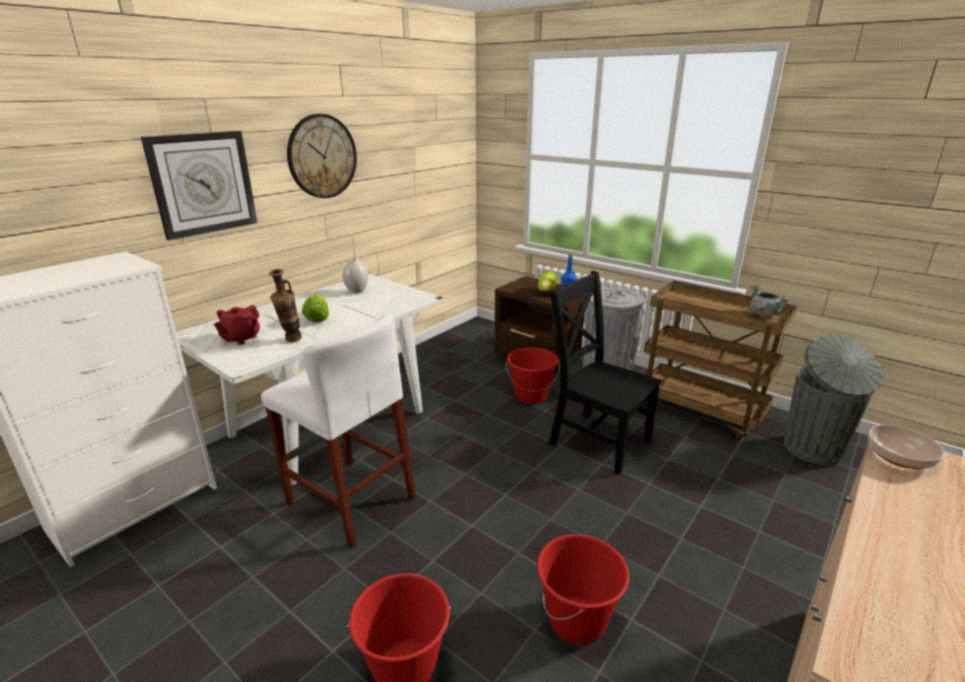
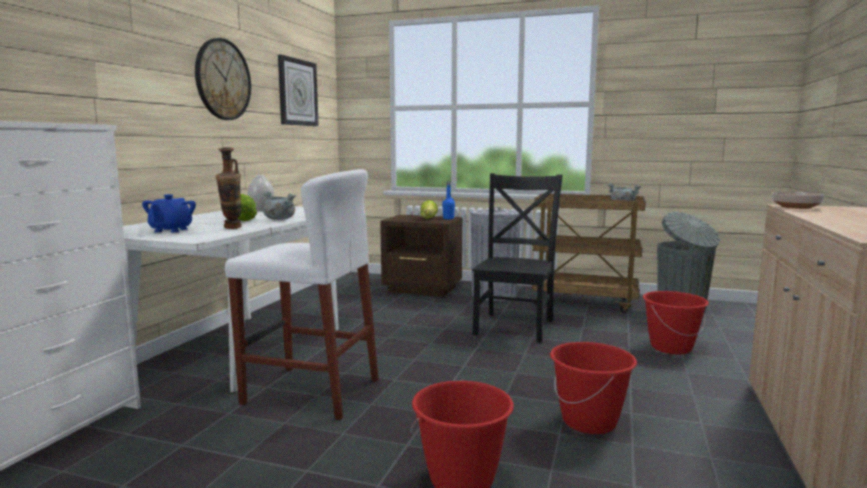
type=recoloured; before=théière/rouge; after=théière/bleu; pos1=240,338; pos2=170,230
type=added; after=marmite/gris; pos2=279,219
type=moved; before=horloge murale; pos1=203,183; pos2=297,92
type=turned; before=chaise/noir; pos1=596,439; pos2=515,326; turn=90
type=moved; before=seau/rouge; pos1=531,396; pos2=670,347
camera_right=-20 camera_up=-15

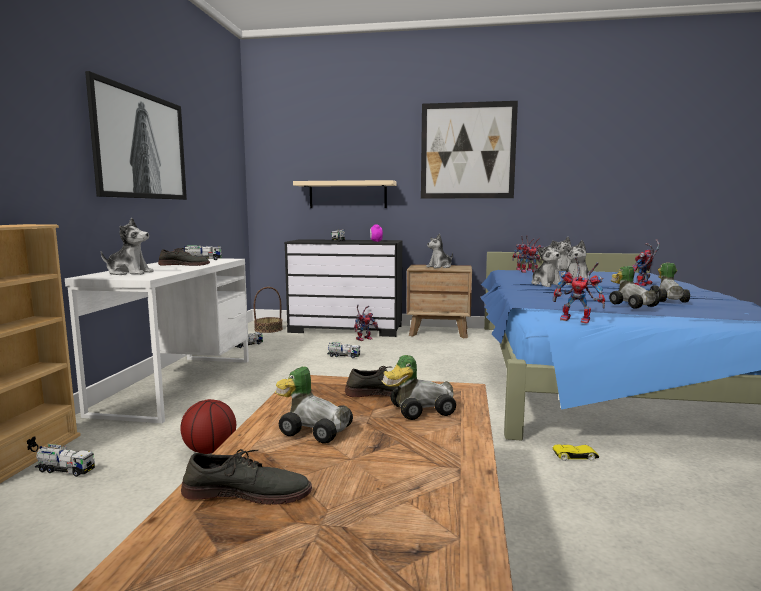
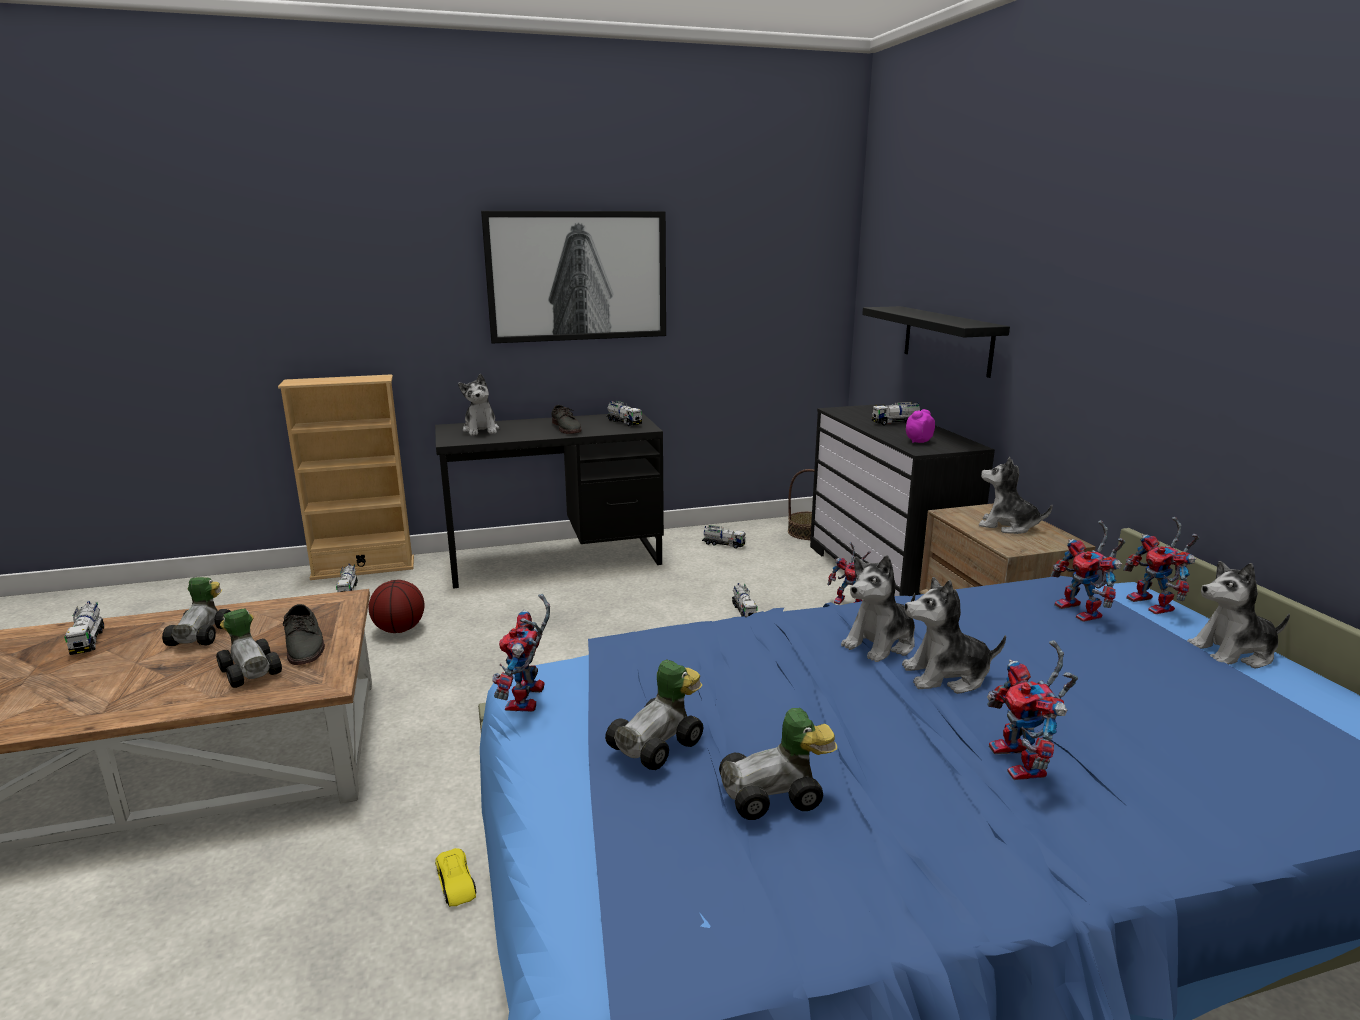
type=replaced; before=chaussure/gris; after=camion jouet; pos1=247,492; pos2=88,640
type=recoloured; before=bureau/blanc; after=bureau/noir; pos1=178,385; pos2=555,559
type=recoloured; before=étagère/beige; after=étagère/noir; pos1=348,195; pos2=947,340
type=turned; before=robot jouet; pos1=643,284; pos2=1024,765; turn=-120
type=removed; before=tableau; pos1=467,151
camera_right=65 camera_up=10

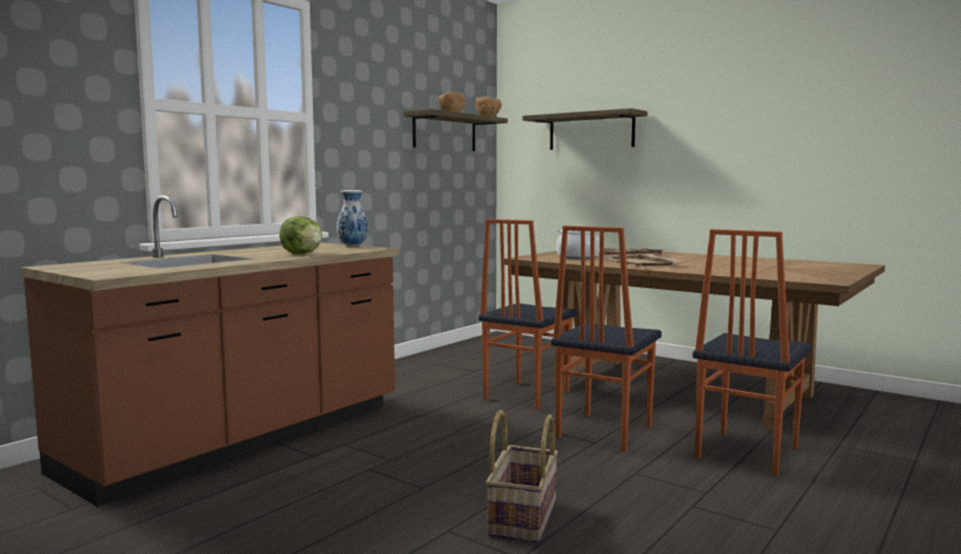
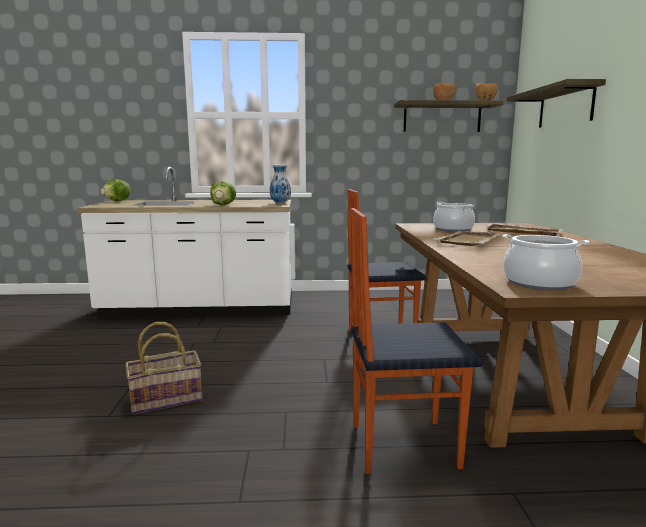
type=recoloured; before=comptoir de cuisine/marron; after=comptoir de cuisine/blanc; pos1=241,438; pos2=200,308
type=added; after=laitue; pos2=117,201
type=added; after=marmite; pos2=539,283
type=removed; before=chaise; pos1=602,432
camera_right=50 camera_up=5

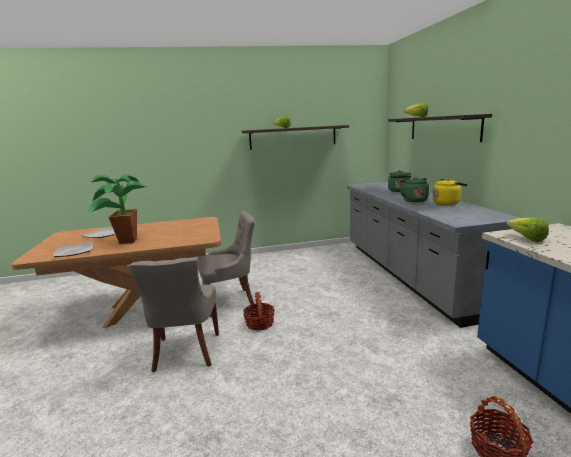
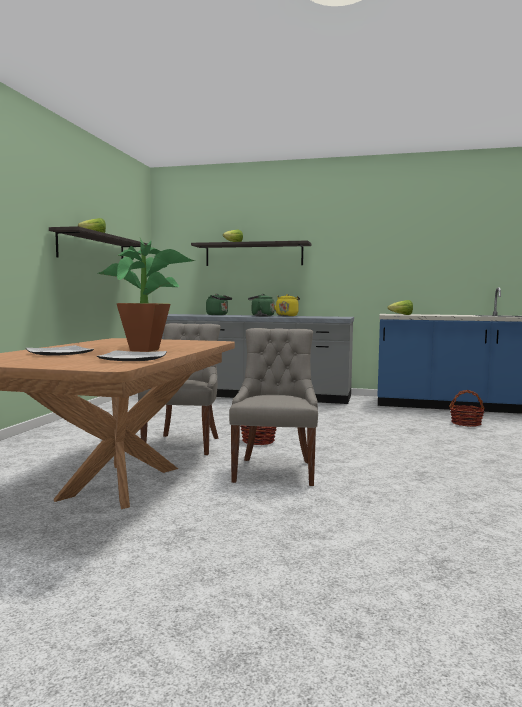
type=turned; before=chaise/gris; pos1=185,353; pos2=275,471; turn=-105
camera_right=-65 camera_up=-10

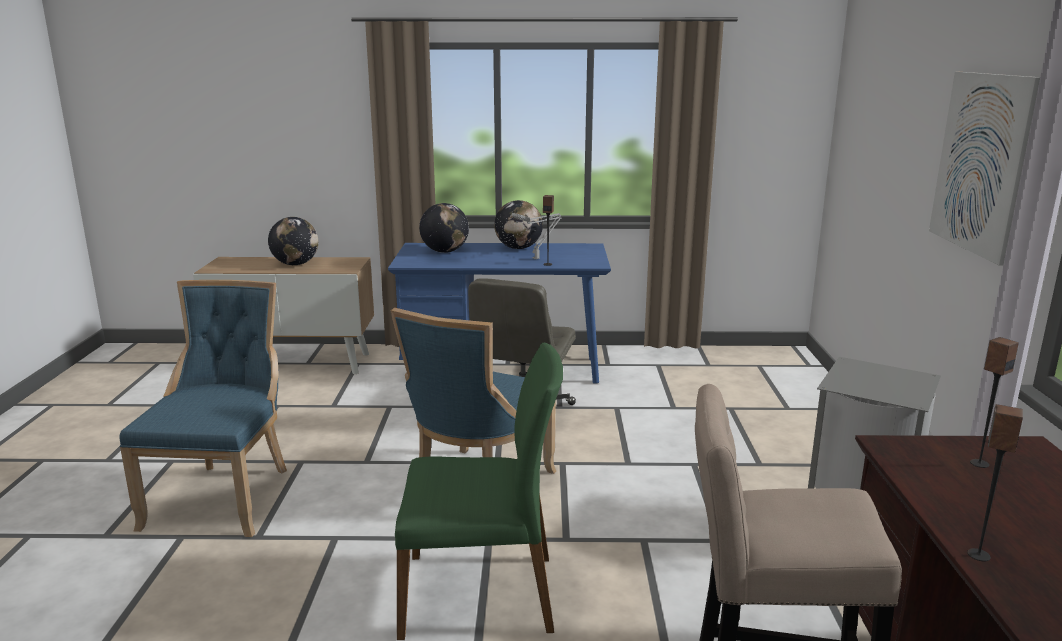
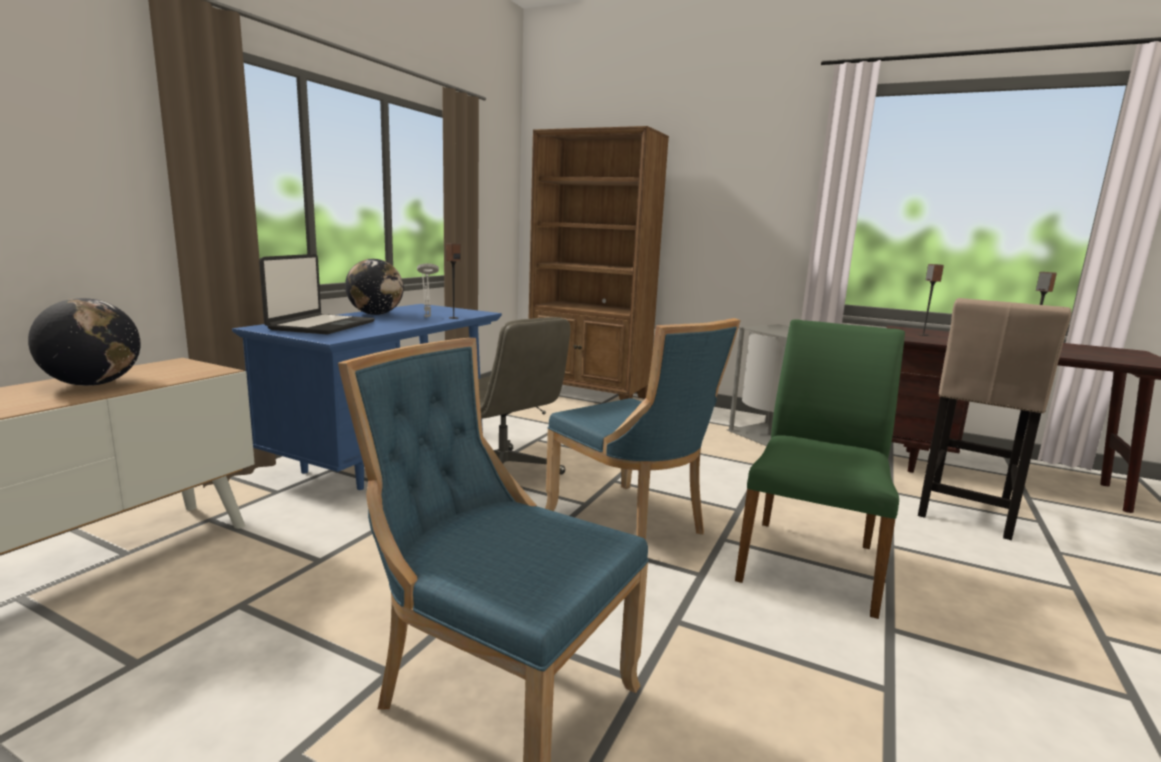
type=replaced; before=globe; after=ordinateur portable; pos1=445,251; pos2=321,326
type=added; after=bibliothèque/marron; pos2=588,395
type=removed; before=tableau; pos1=980,163
camera_right=-65 camera_up=-5

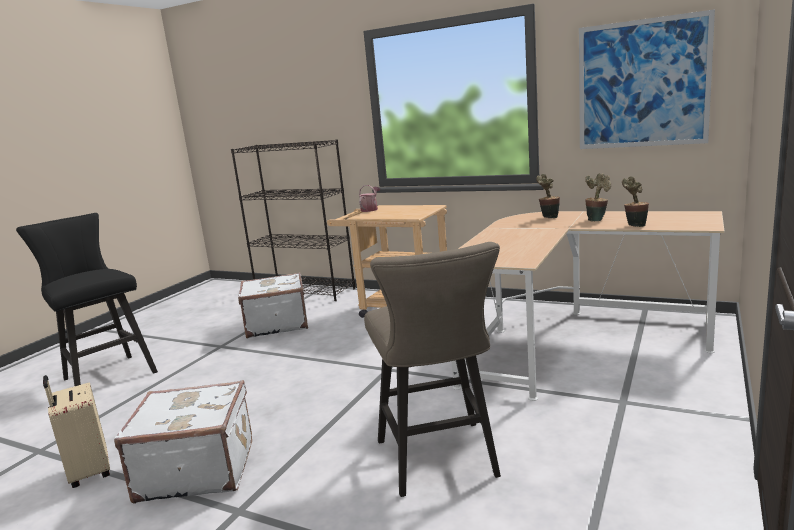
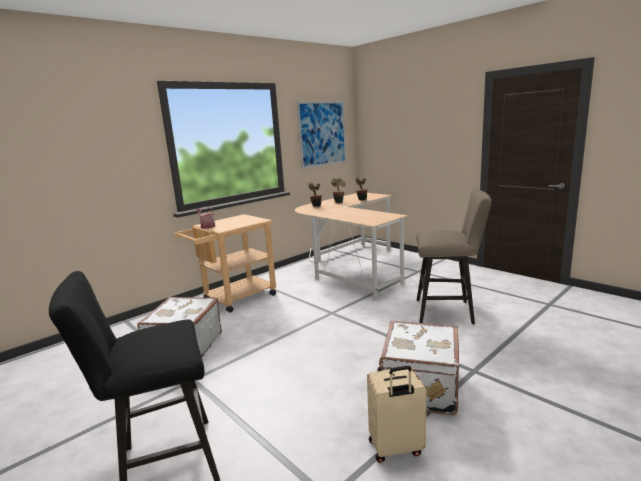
type=removed; before=bibliothèque/noir; pos1=305,291
camera_right=-70 camera_up=0

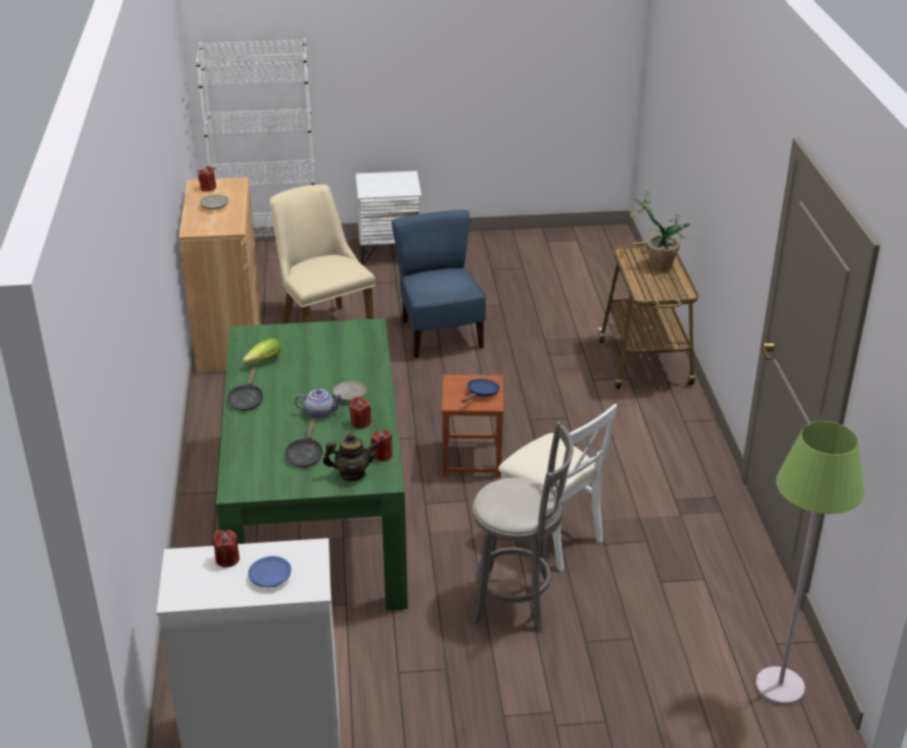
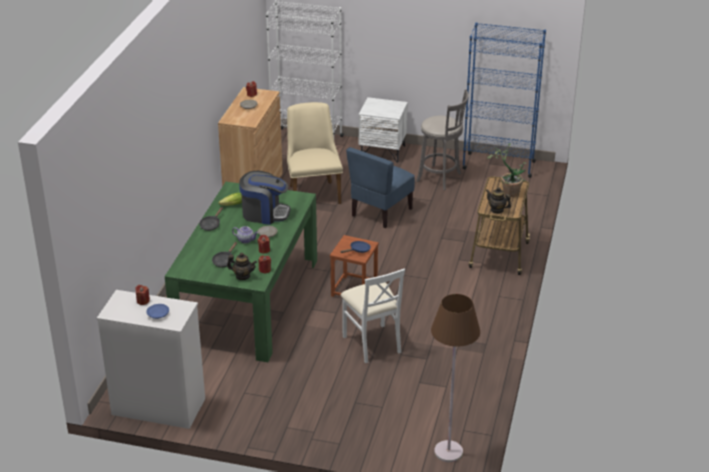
type=added; after=machine à café; pos2=264,213
type=turned; before=chaise/bleu; pos1=440,335; pos2=381,212; turn=-150
type=moved; before=tabouret/gris; pos1=518,601; pos2=441,178
type=recoloured; before=lampadaire/vert; after=lampadaire/marron; pos1=780,687; pos2=448,452
type=added; after=bibliothèque/bleu; pos2=498,165
type=added; after=théière; pos2=497,210
camera_right=20 camera_up=0

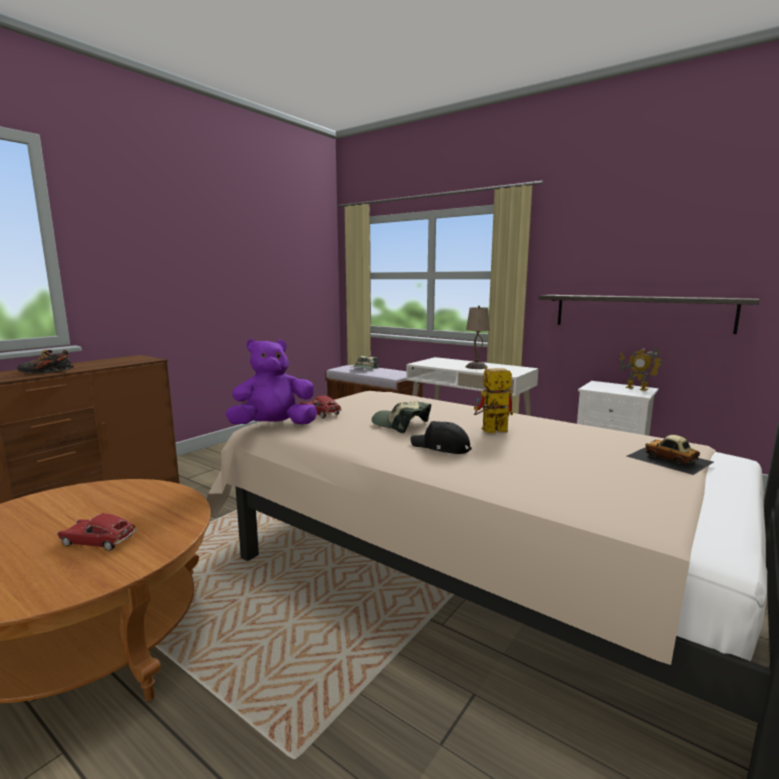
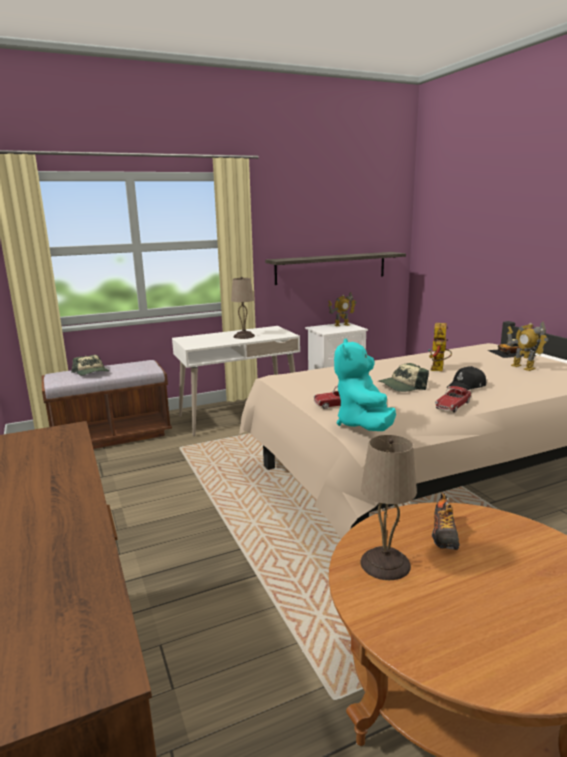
type=recoloured; before=peluche/violet; after=peluche/turquoise; pos1=274,426; pos2=364,425
type=added; after=lampe de table/beige; pos2=386,563
type=moved; before=chaussure; pos1=46,372; pos2=444,535
type=moved; before=petite voiture; pos1=98,541; pos2=452,405
type=added; after=robot jouet; pos2=523,367
camera_right=-60 camera_up=5

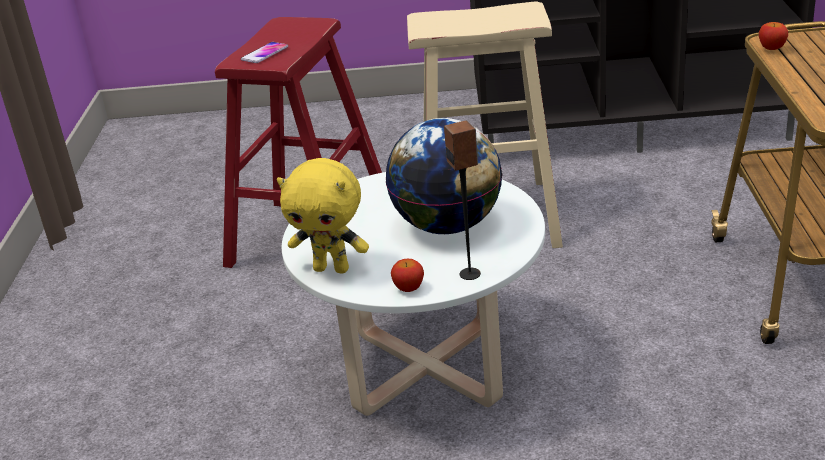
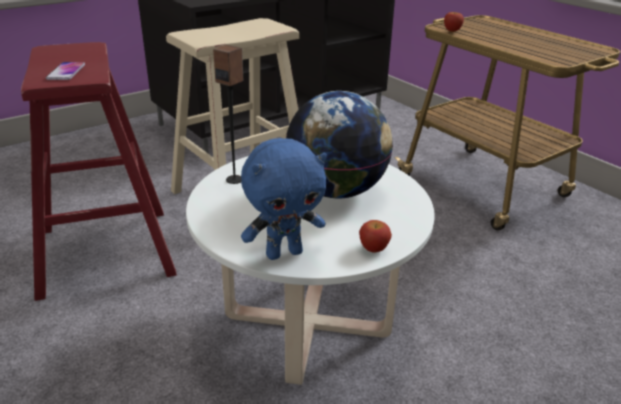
type=moved; before=enceinte; pos1=470,274; pos2=235,179
type=recoloured; before=peluche/jaune; after=peluche/bleu; pos1=332,268; pos2=284,252
camera_right=-40 camera_up=0

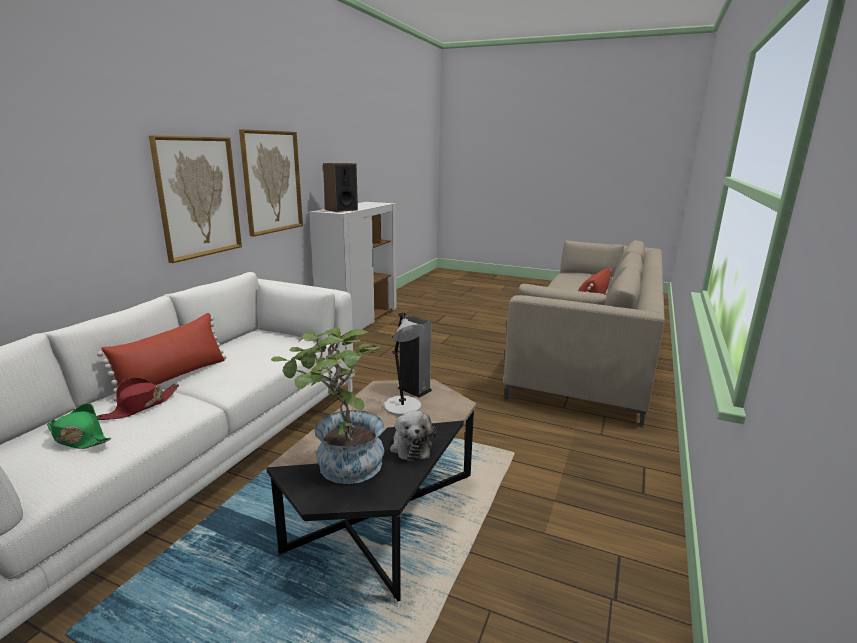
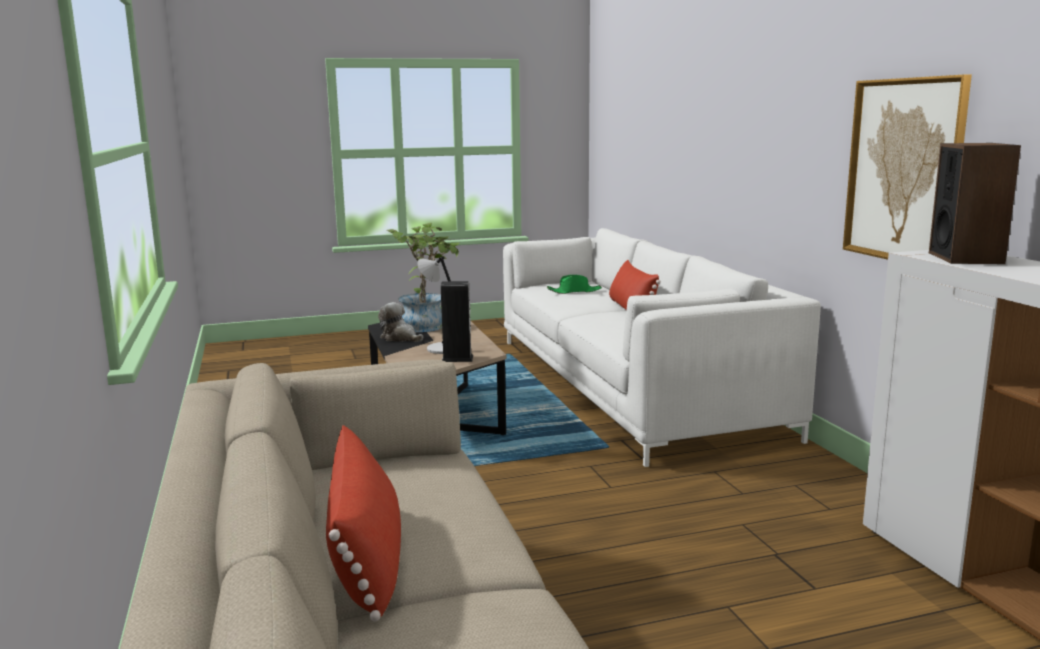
type=removed; before=chapeau/rouge; pos1=140,406
type=removed; before=tableau; pos1=198,197
camera_right=140 camera_up=-5

